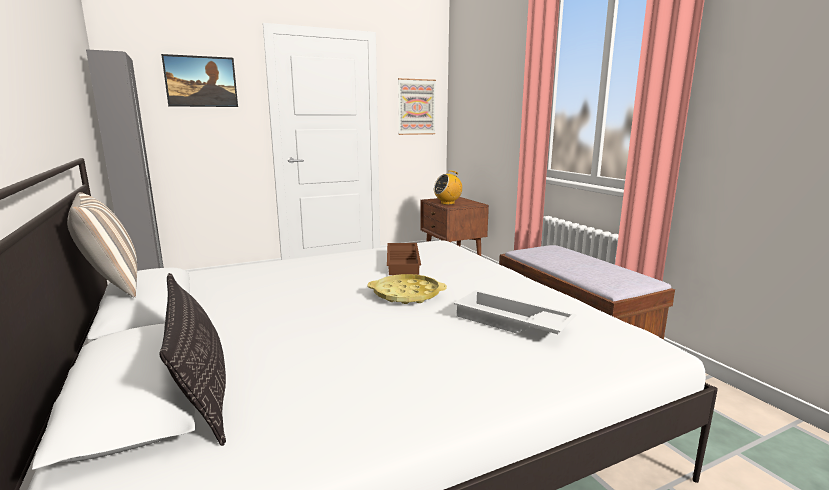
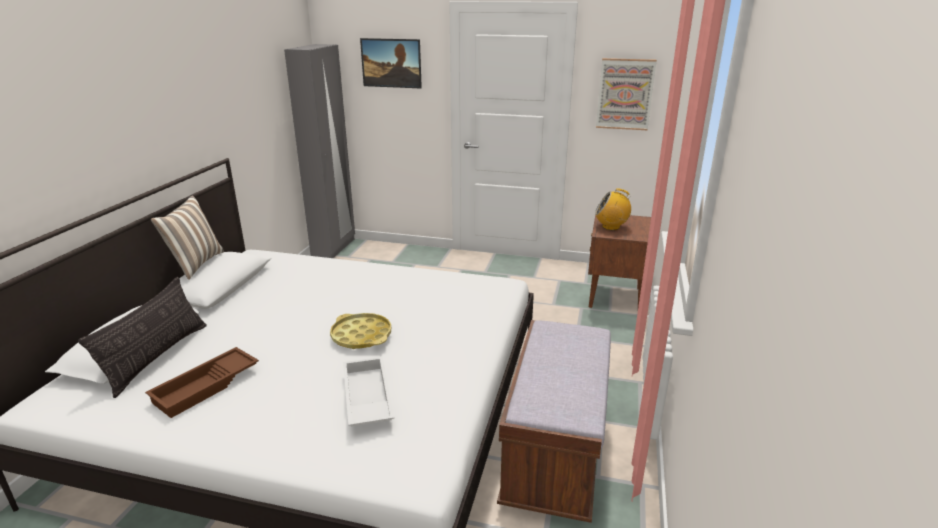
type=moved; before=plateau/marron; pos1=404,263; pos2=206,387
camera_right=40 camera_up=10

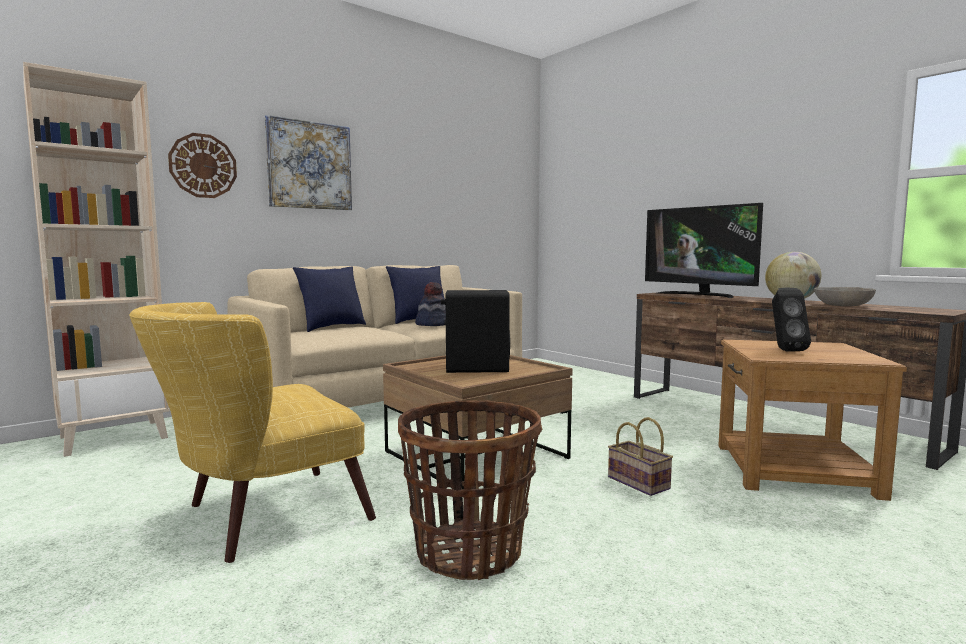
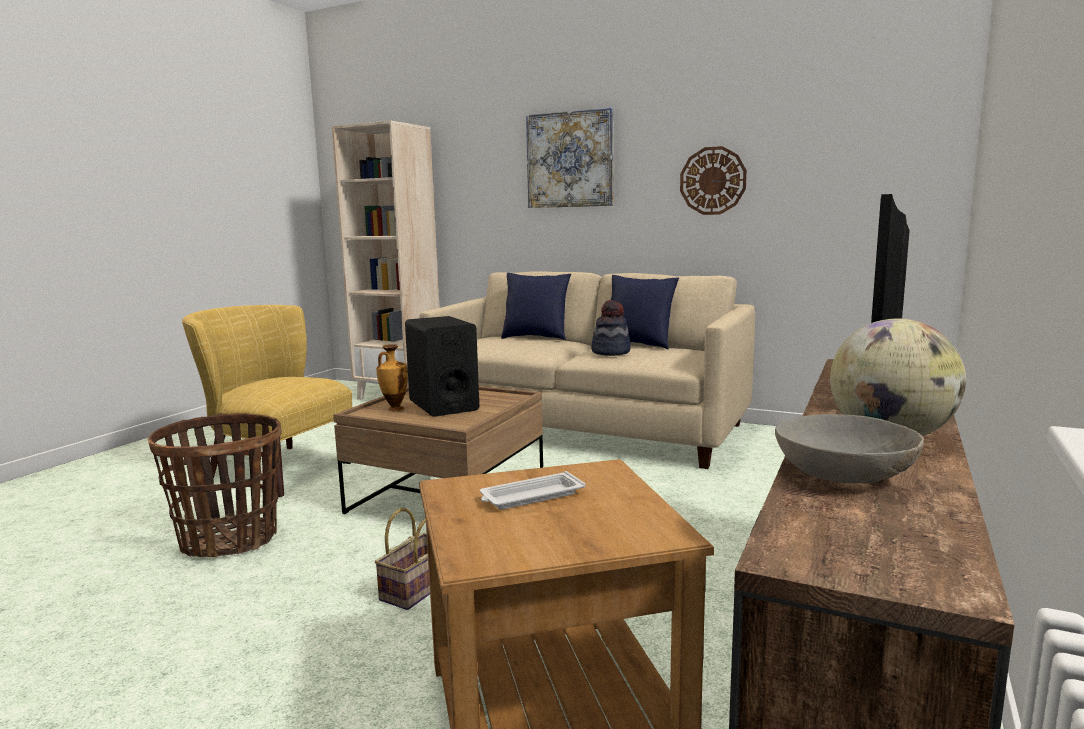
type=added; after=vase; pos2=394,409
type=replaced; before=enceinte/noir; after=plateau/blanc; pos1=785,350; pos2=530,497
type=moved; before=horloge murale; pos1=203,166; pos2=712,181
camera_right=65 camera_up=5

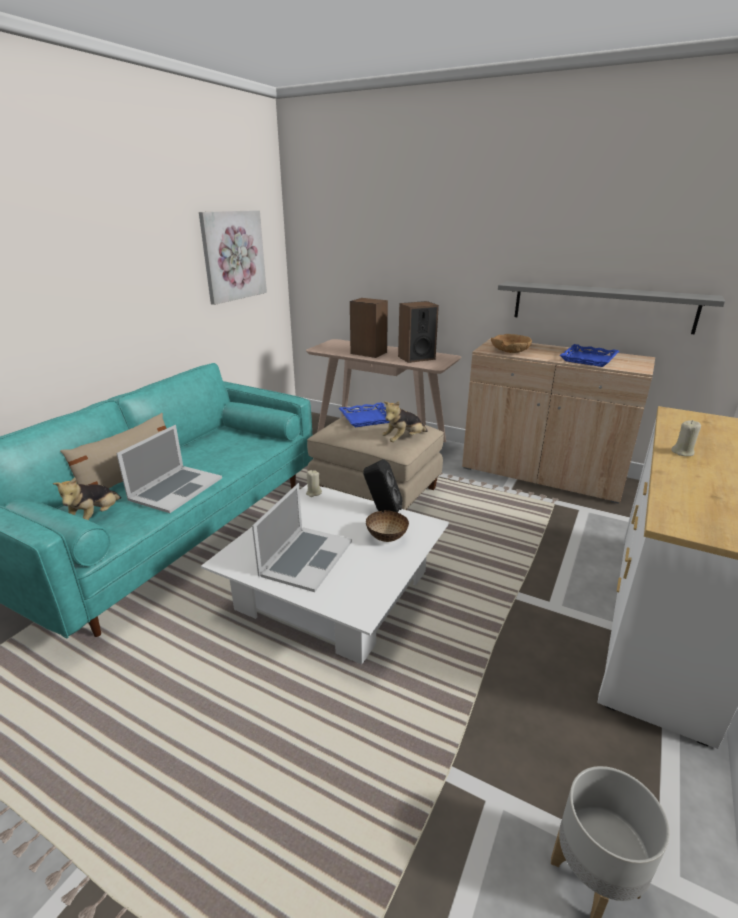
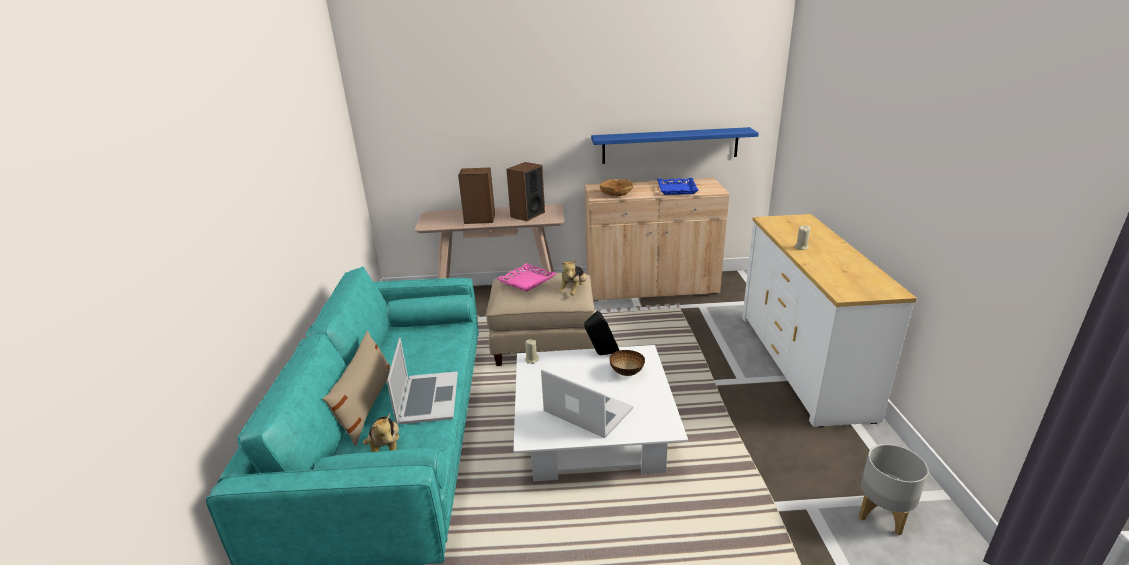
type=recoloured; before=plateau/bleu; after=plateau/rose; pos1=367,419; pos2=527,281
type=turned; before=ordinateur portable; pos1=306,558; pos2=587,410; turn=-45
type=recoloured; before=étagère/gris; after=étagère/bleu; pos1=602,306; pos2=670,145
type=removed; before=tableau; pos1=233,256
camera_right=-30 camera_up=0

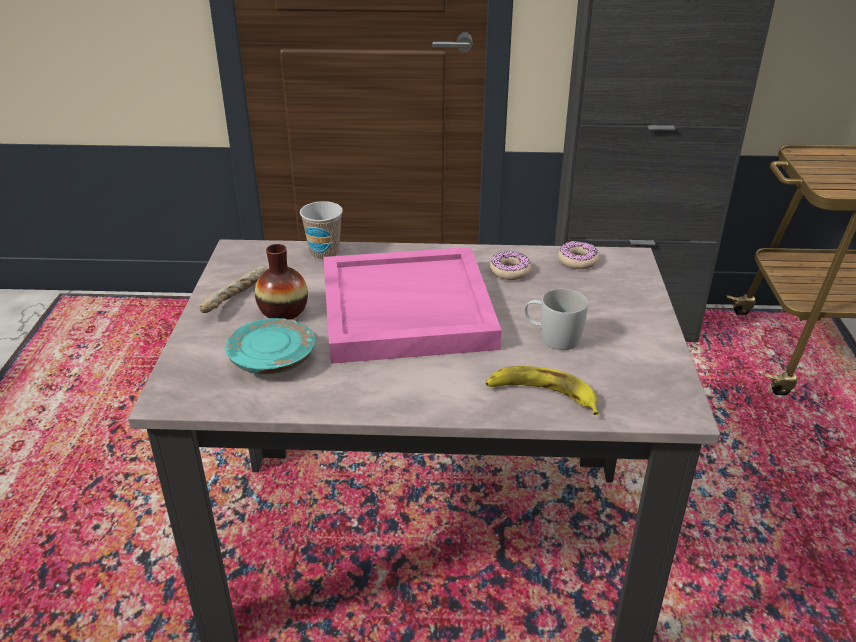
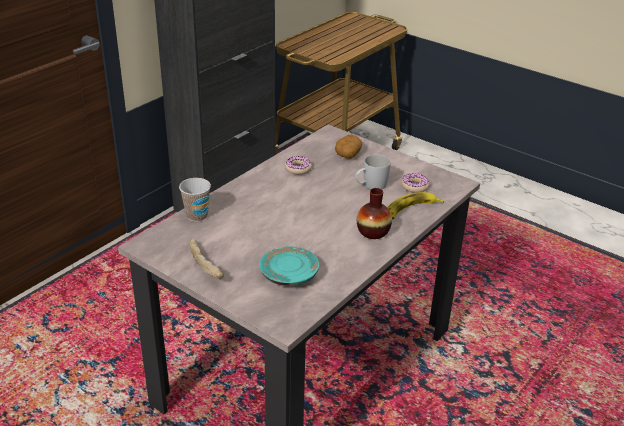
type=added; after=pomme de terre; pos2=348,154
type=moved; before=vase; pos1=283,311; pos2=373,232
type=moved; before=beignet; pos1=577,261; pos2=414,186
type=removed; before=plateau/rose; pos1=405,311
camera_right=-55 camera_up=0

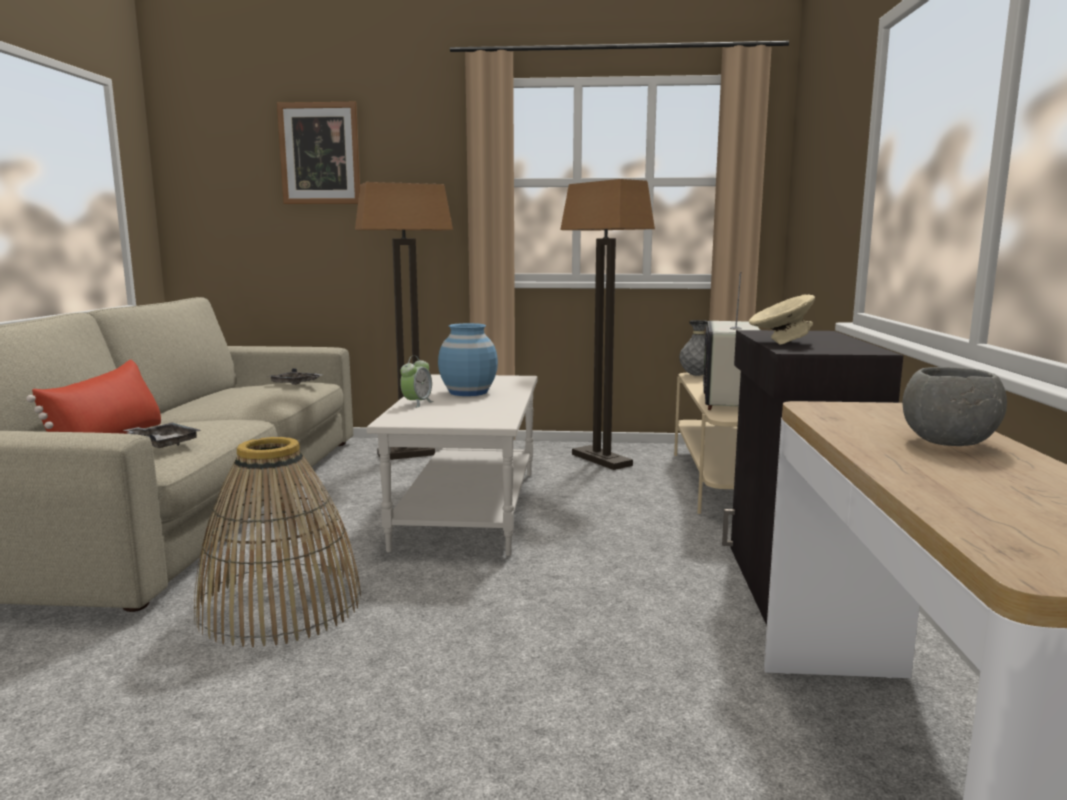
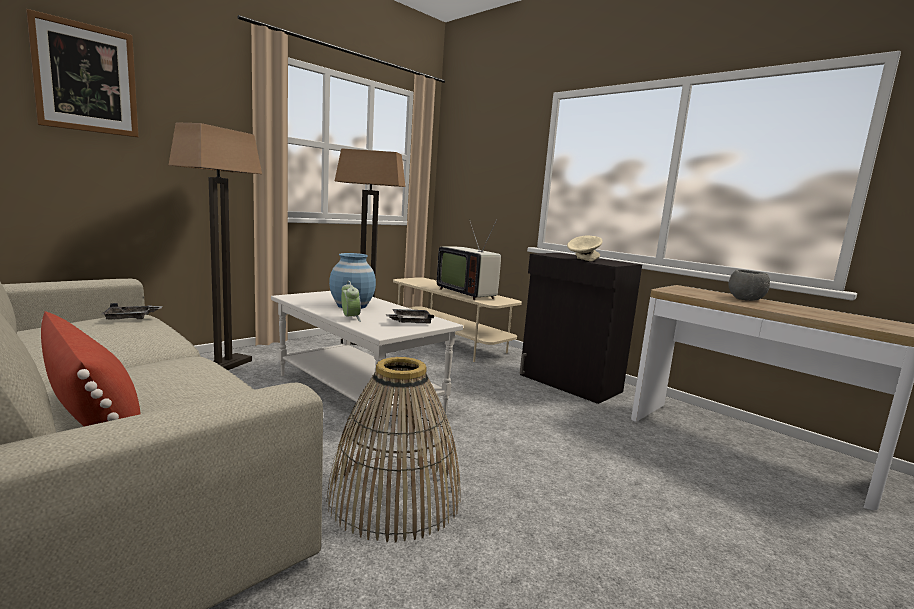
type=moved; before=plateau/gris; pos1=162,443; pos2=410,322
type=removed; before=vase/gris; pos1=696,375
camera_right=-50 camera_up=0

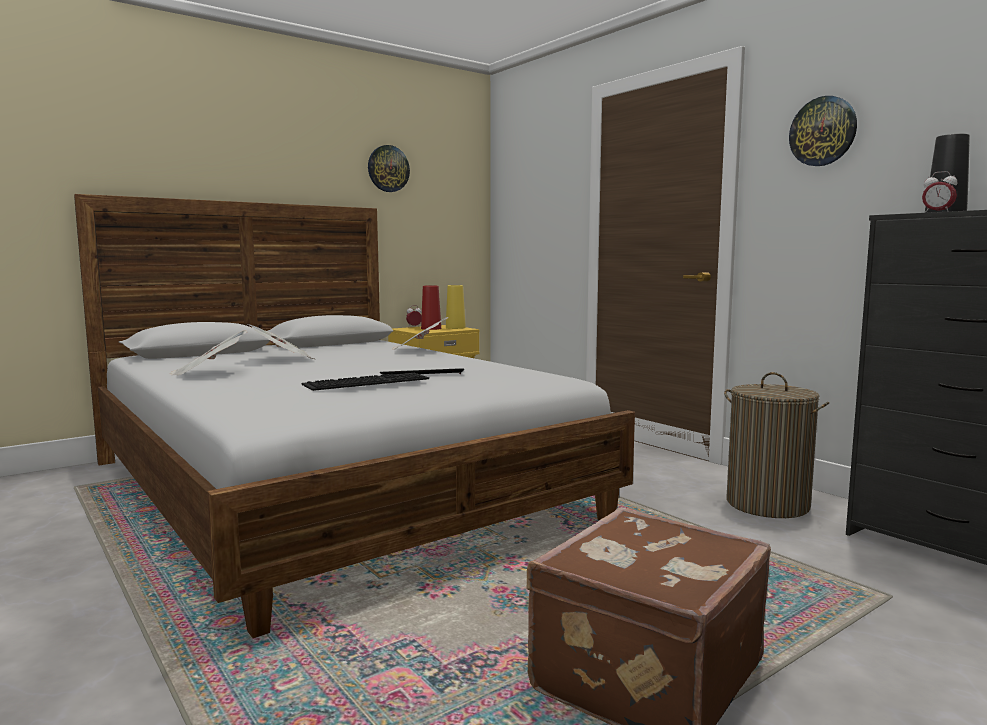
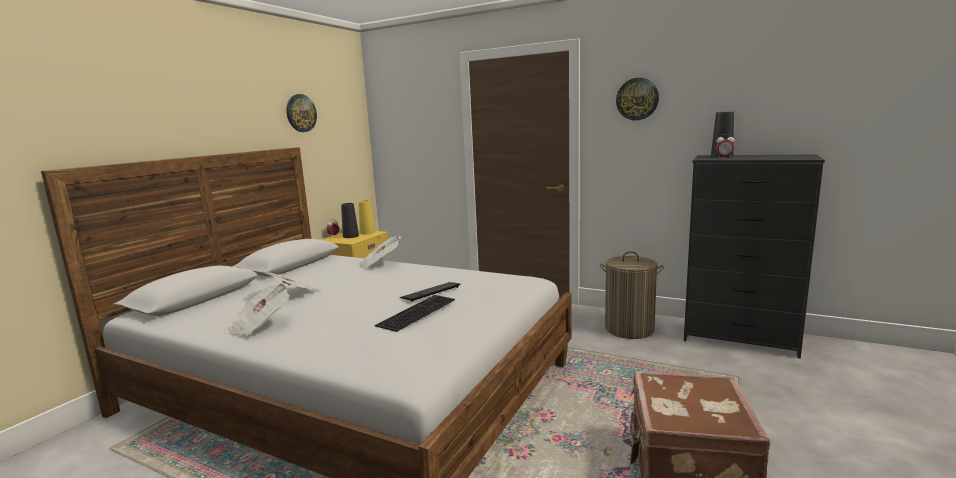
type=recoloured; before=vase/rouge; after=vase/noir; pos1=431,328; pos2=350,236
camera_right=-25 camera_up=5

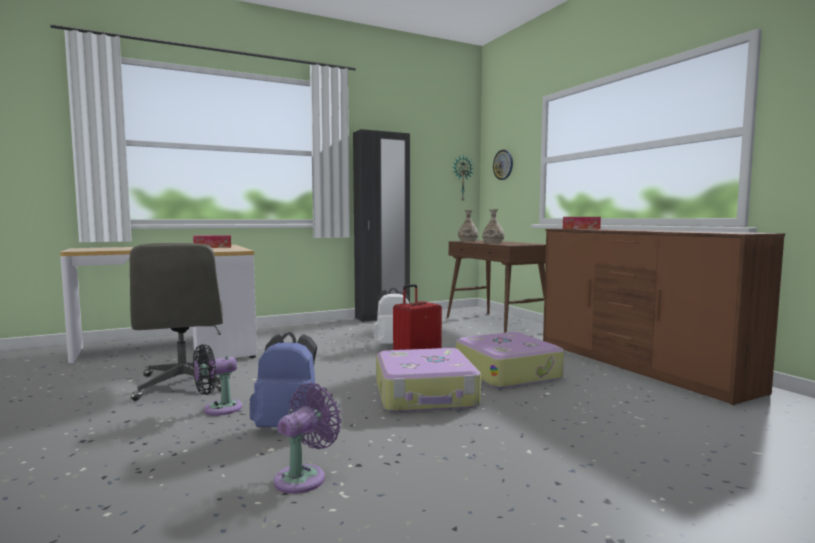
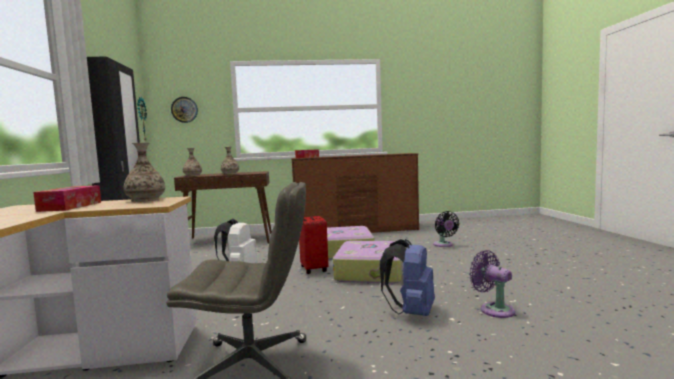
type=added; after=vase; pos2=145,200
type=moved; before=ventilateur/noir; pos1=218,409; pos2=444,245
camera_right=-70 camera_up=0

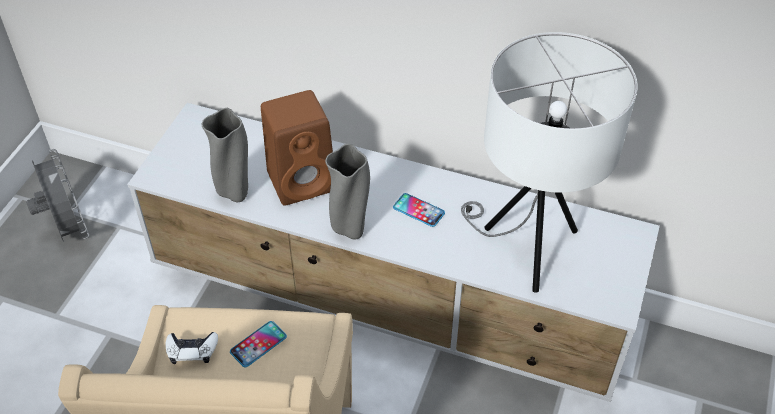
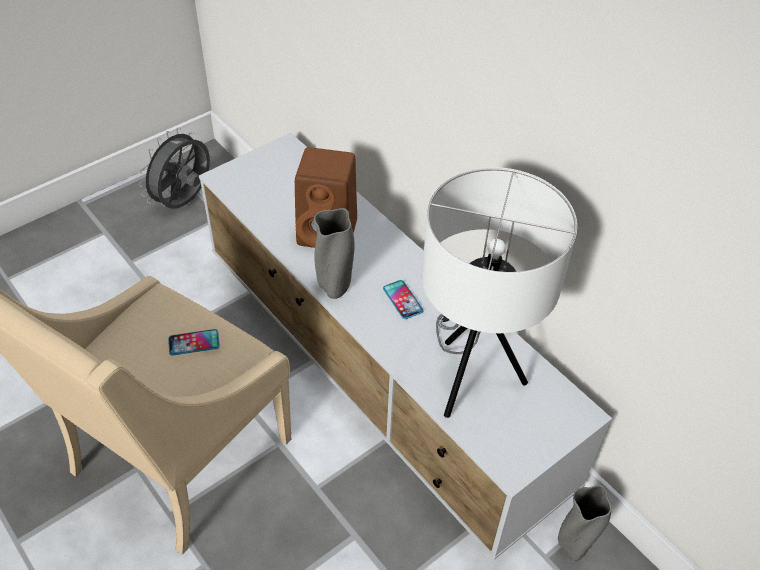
type=turned; before=ventilateur/gris; pos1=68,229; pos2=184,202; turn=-150
type=moved; before=vase/gris; pos1=234,192; pos2=574,545
type=removed; before=manette/blanc; pos1=192,350
camera_right=30 camera_up=0

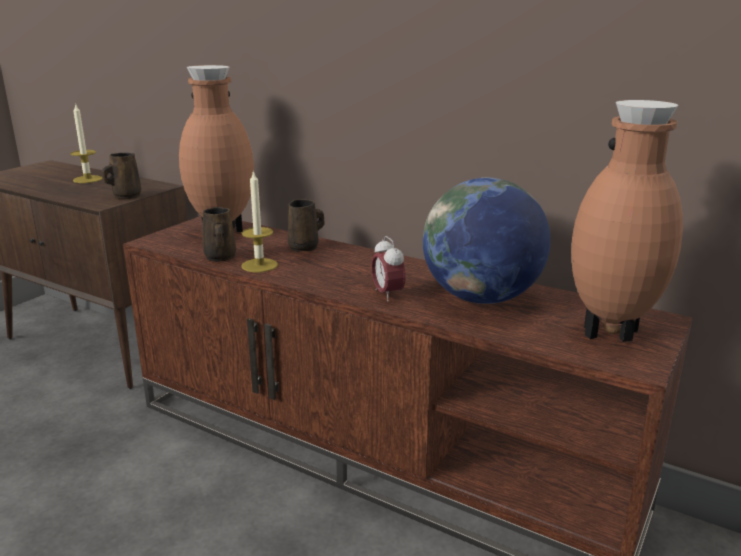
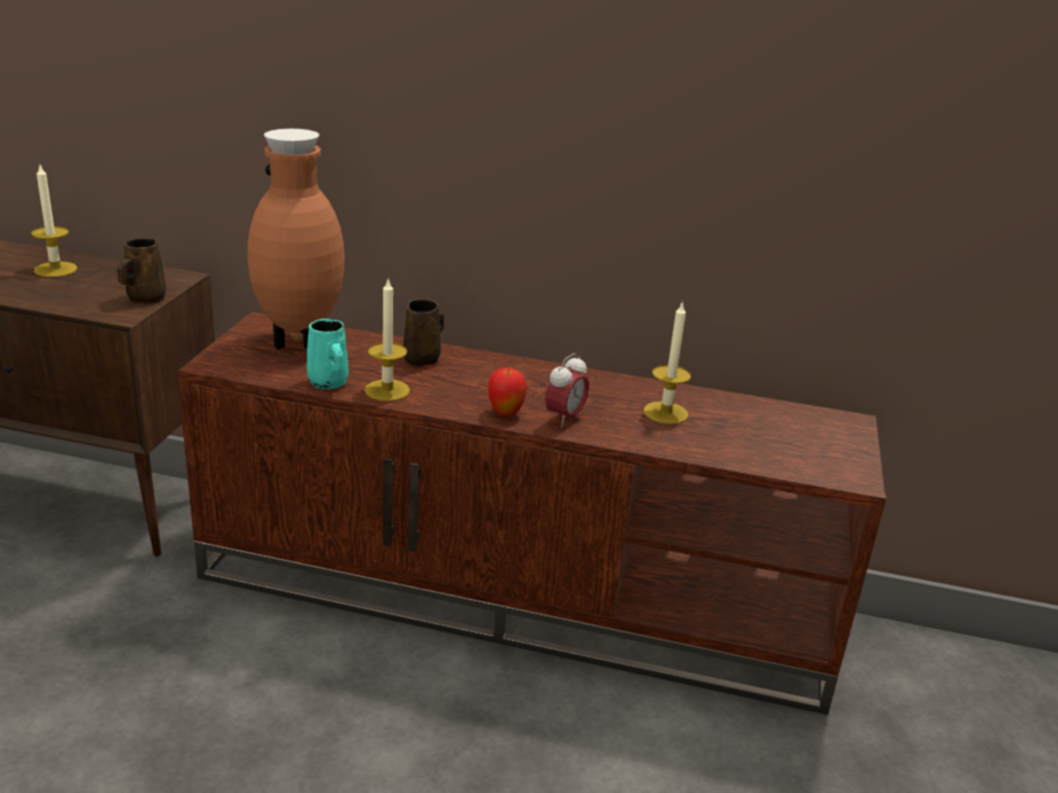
type=recoloured; before=mug/marron; after=mug/turquoise; pos1=220,258; pos2=329,383
type=added; after=pomme; pos2=505,413
type=turned; before=réveil; pos1=387,294; pos2=564,418; turn=-105
type=replaced; before=globe; after=bougie; pos1=481,298; pos2=665,413
type=removed; before=vase/marron; pos1=612,334
camera_right=-20 camera_up=5

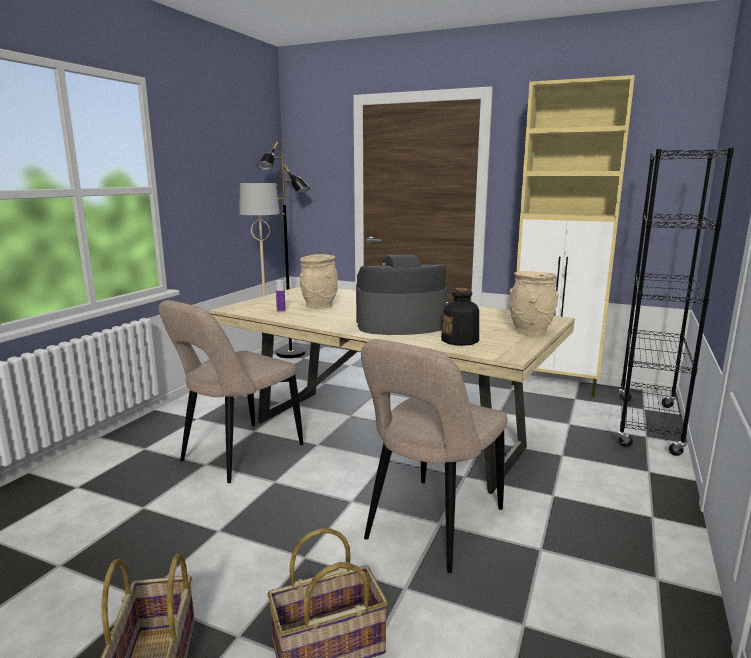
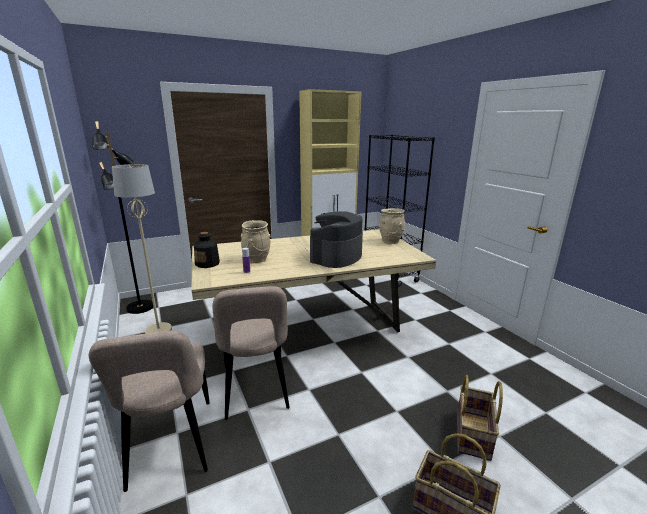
type=moved; before=chaise/beige; pos1=431,527; pos2=170,446
type=moved; before=bouteille; pos1=460,340; pos2=207,264
camera_right=-50 camera_up=5

